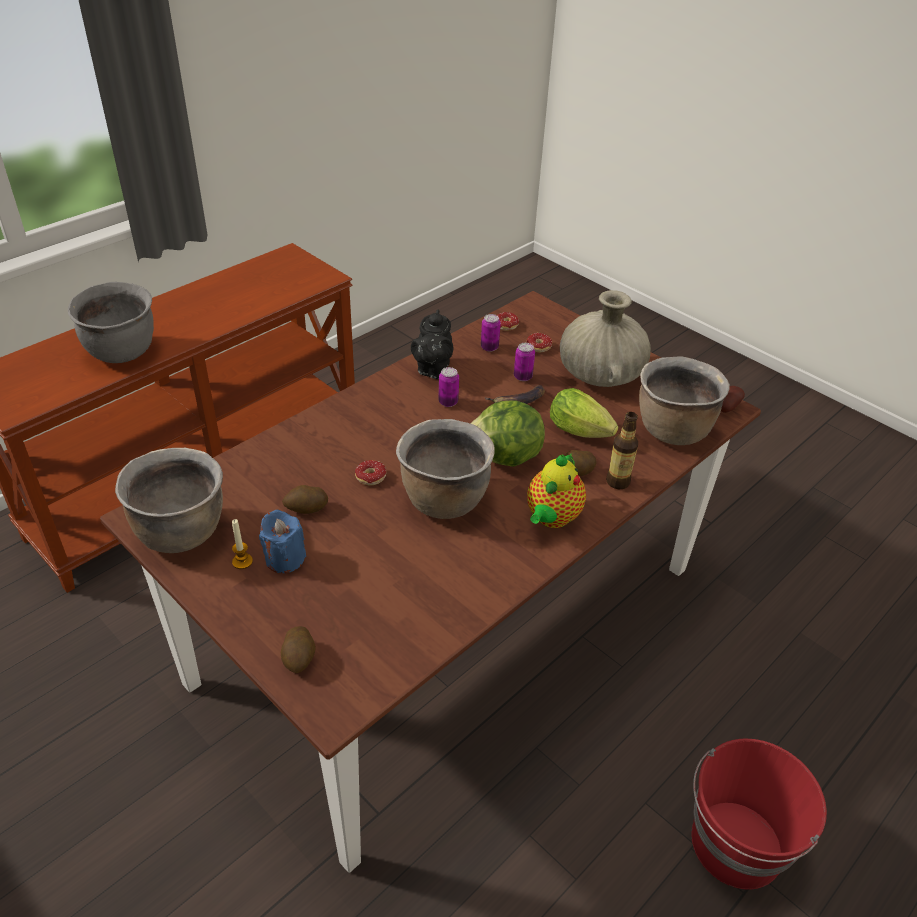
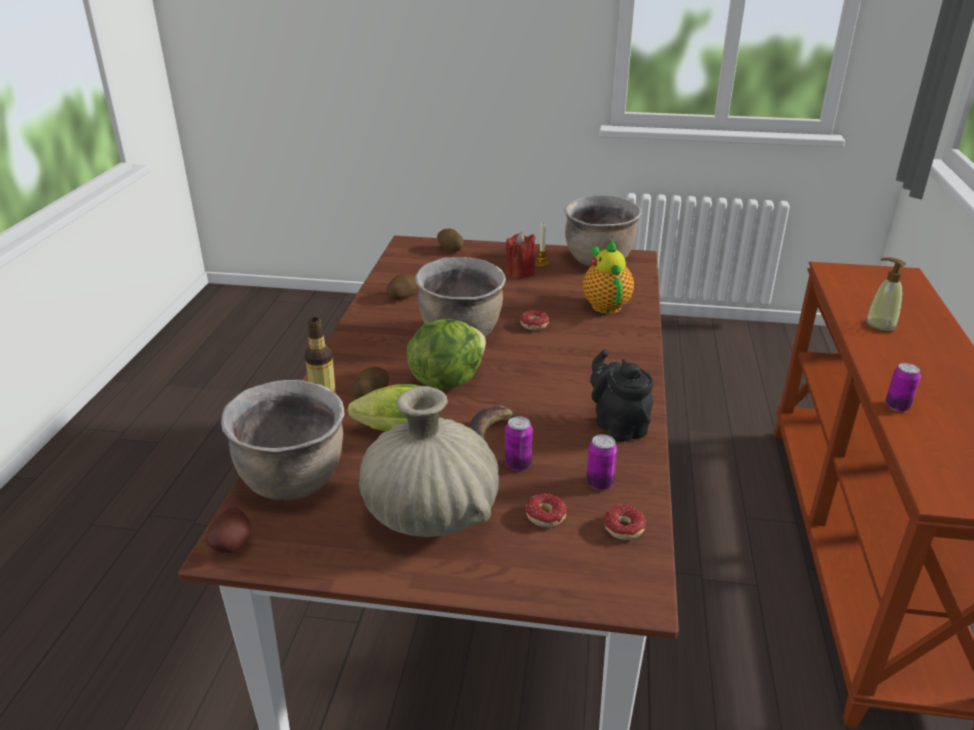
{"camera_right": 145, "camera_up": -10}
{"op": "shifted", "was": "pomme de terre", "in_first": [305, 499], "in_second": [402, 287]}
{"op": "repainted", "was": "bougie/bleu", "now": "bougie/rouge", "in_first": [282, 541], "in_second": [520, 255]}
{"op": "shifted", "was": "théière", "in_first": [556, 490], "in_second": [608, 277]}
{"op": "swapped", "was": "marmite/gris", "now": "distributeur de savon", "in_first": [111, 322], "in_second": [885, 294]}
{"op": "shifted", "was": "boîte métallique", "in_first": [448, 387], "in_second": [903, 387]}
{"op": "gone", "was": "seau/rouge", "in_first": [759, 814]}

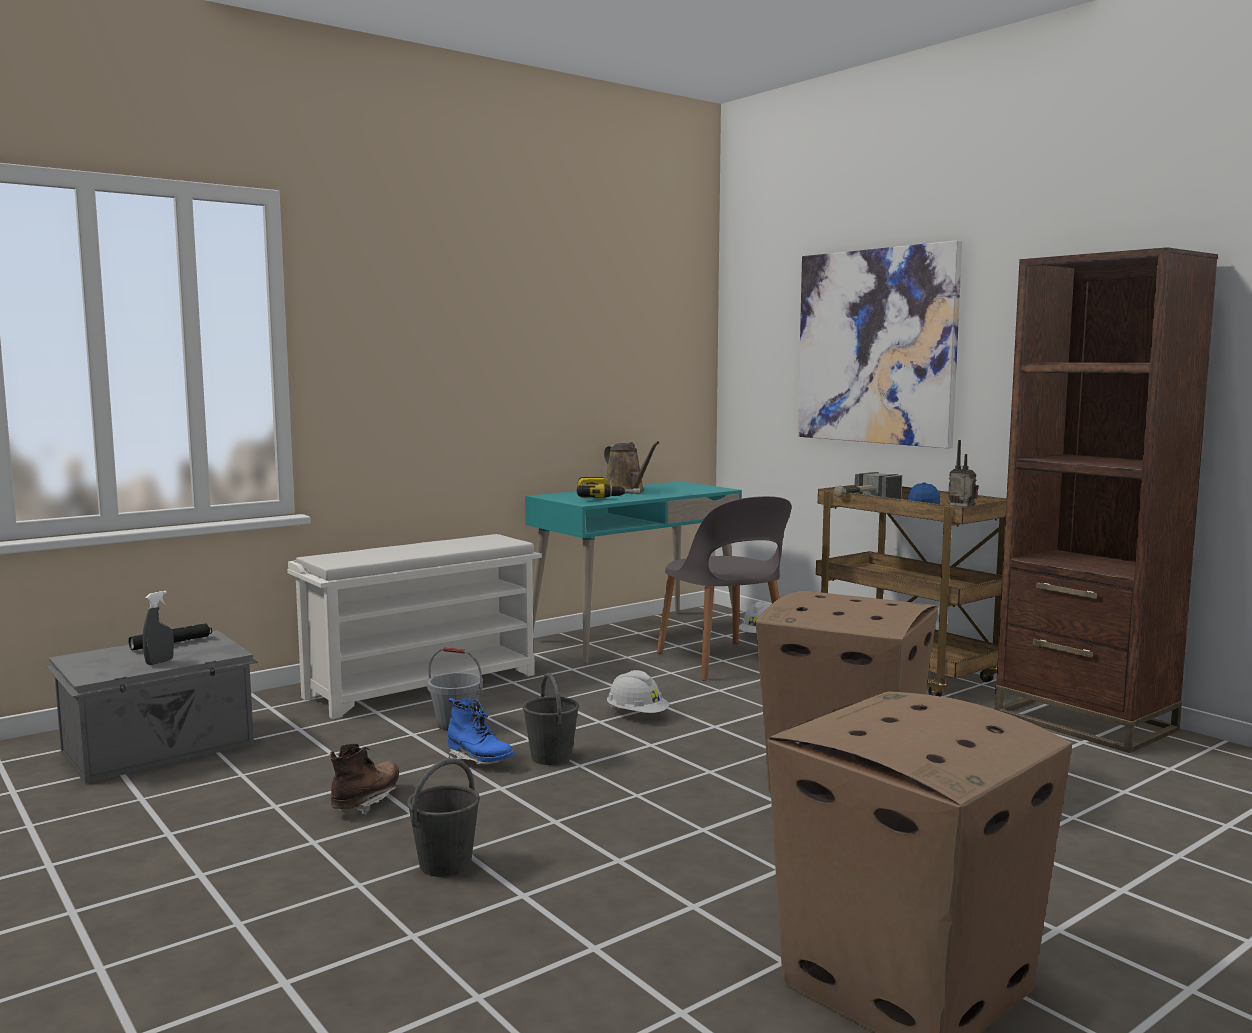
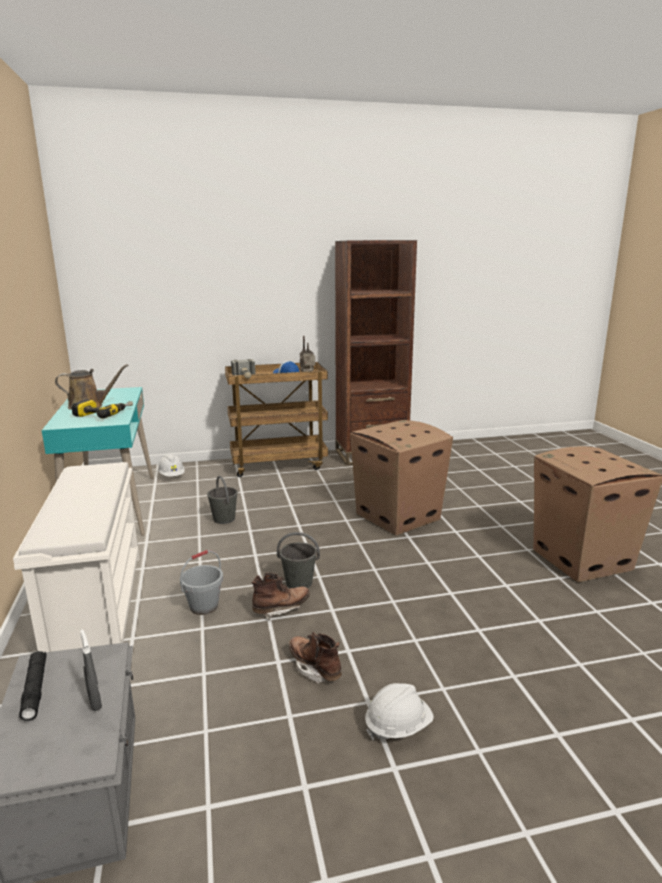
{"camera_right": -65, "camera_up": 10}
{"op": "shifted", "was": "seau/gris", "in_first": [443, 817], "in_second": [222, 500]}
{"op": "repainted", "was": "botte/bleu", "now": "botte/marron", "in_first": [481, 731], "in_second": [280, 596]}
{"op": "shifted", "was": "casque de chantier/blanc", "in_first": [638, 691], "in_second": [399, 711]}
{"op": "gone", "was": "chaise/gris", "in_first": [724, 588]}
{"op": "gone", "was": "tableau", "in_first": [880, 344]}

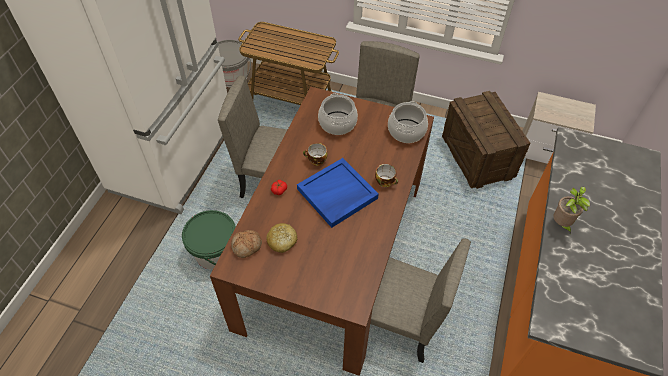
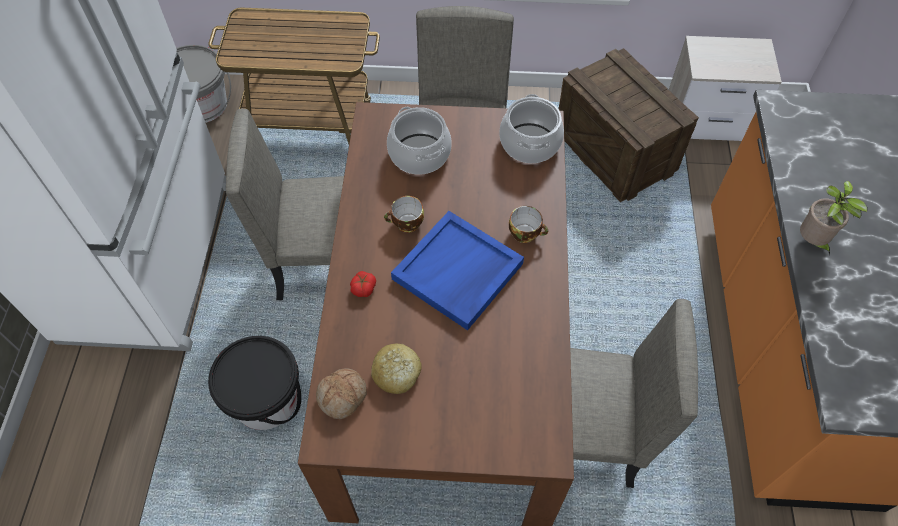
{"camera_right": -15, "camera_up": 5}
{"op": "repainted", "was": "seau/vert", "now": "seau/noir", "in_first": [209, 240], "in_second": [254, 383]}

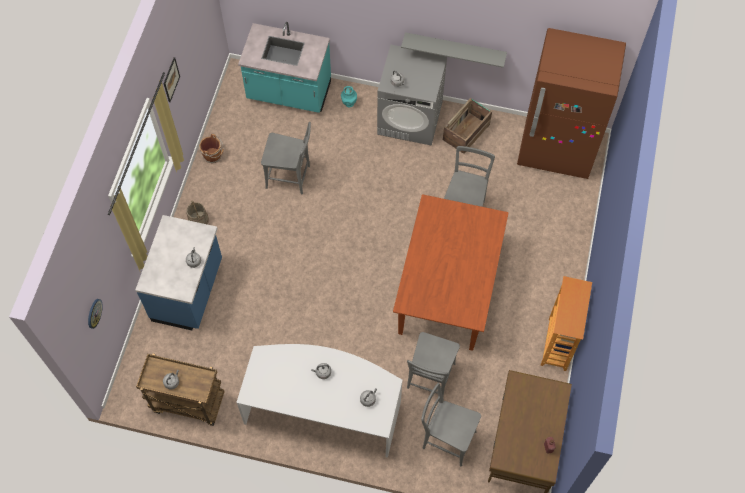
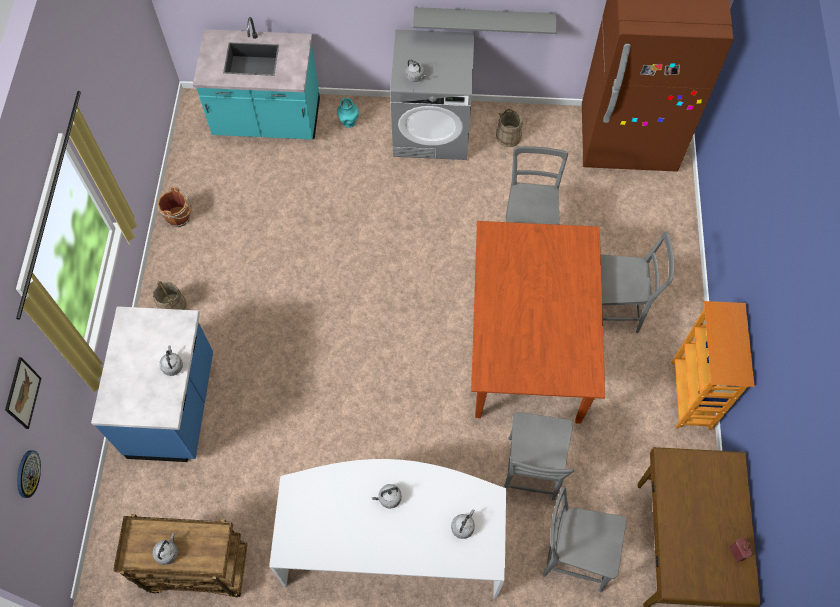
{"camera_right": -10, "camera_up": 0}
{"op": "shifted", "was": "tableau", "in_first": [172, 79], "in_second": [23, 393]}
{"op": "swapped", "was": "caisse", "now": "seau/beige", "in_first": [467, 126], "in_second": [510, 128]}
{"op": "shifted", "was": "chaise/gris", "in_first": [286, 158], "in_second": [637, 282]}

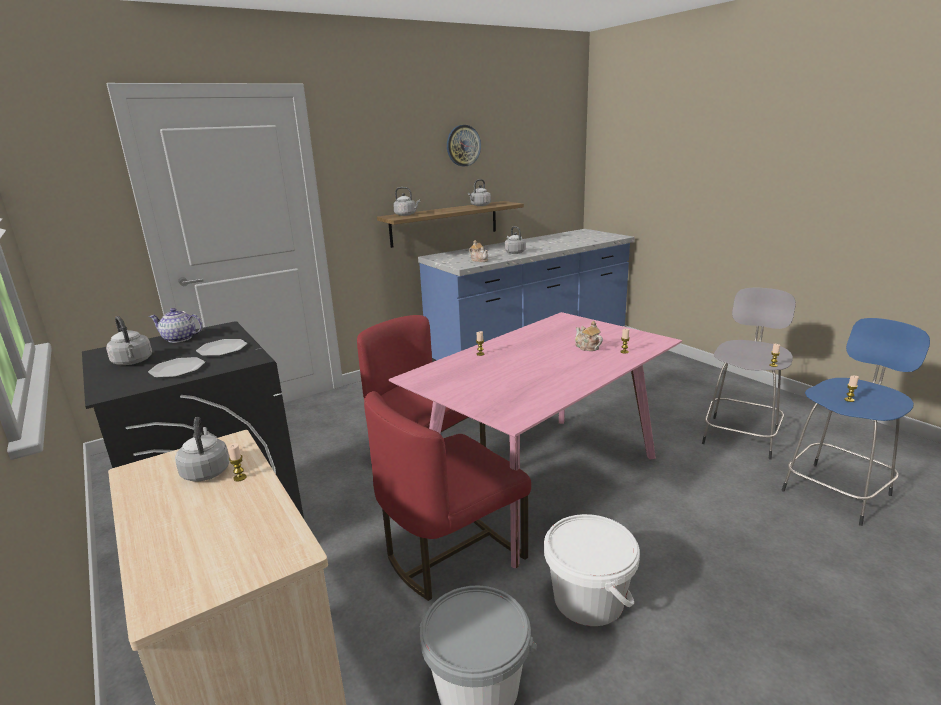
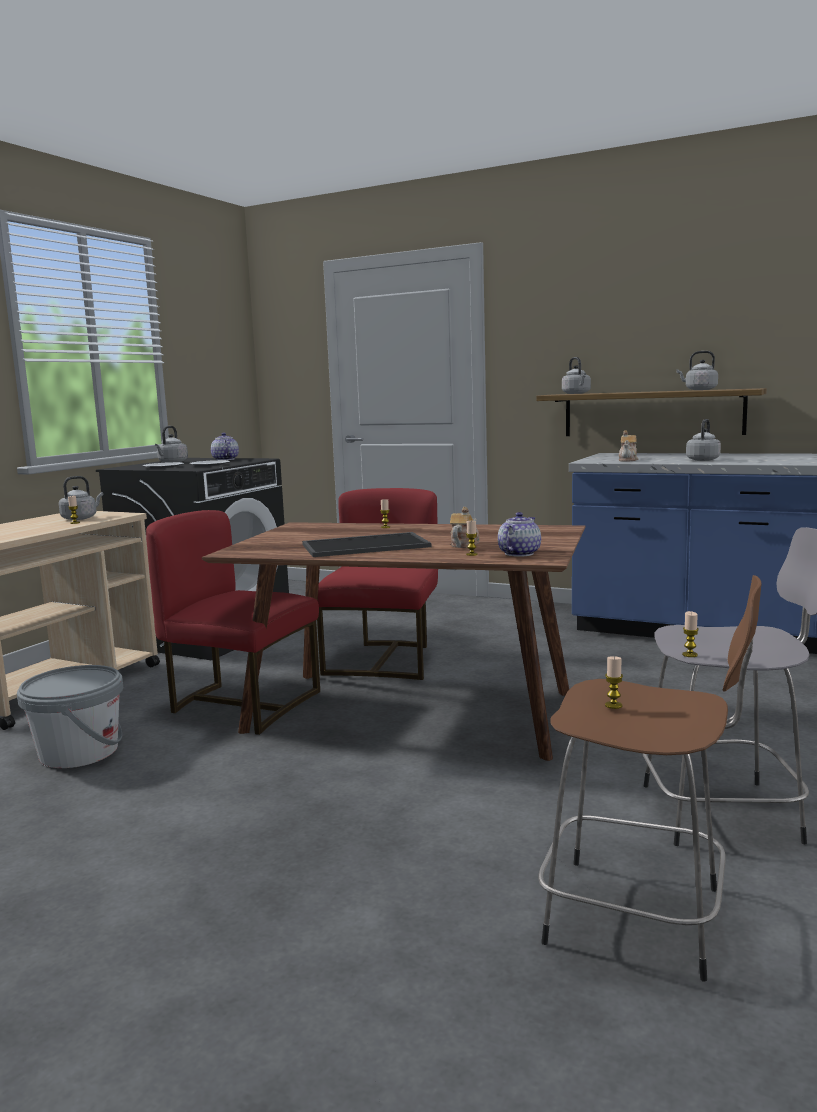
{"camera_right": 60, "camera_up": -10}
{"op": "repainted", "was": "table à manger/rose", "now": "table à manger/marron", "in_first": [535, 440], "in_second": [393, 641]}
{"op": "new", "now": "plateau", "in_second": [366, 544]}
{"op": "new", "now": "théière", "in_second": [519, 534]}
{"op": "repainted", "was": "tabouret/bleu", "now": "tabouret/marron", "in_first": [856, 422], "in_second": [650, 778]}
{"op": "gone", "was": "horloge murale", "in_first": [464, 145]}
{"op": "gone", "was": "seau/blanc", "in_first": [592, 570]}

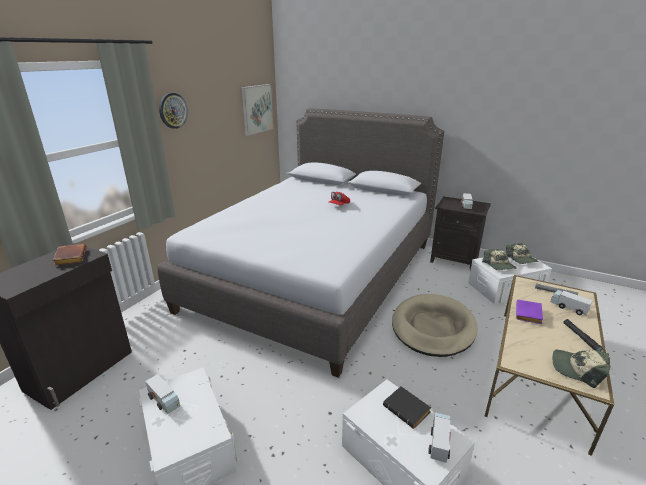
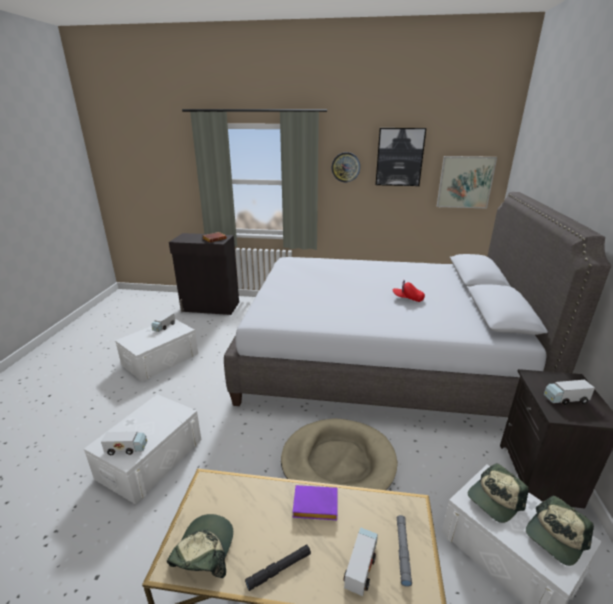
{"camera_right": 70, "camera_up": 0}
{"op": "new", "now": "tableau", "in_second": [400, 157]}
{"op": "gone", "was": "livre/noir", "in_first": [407, 407]}

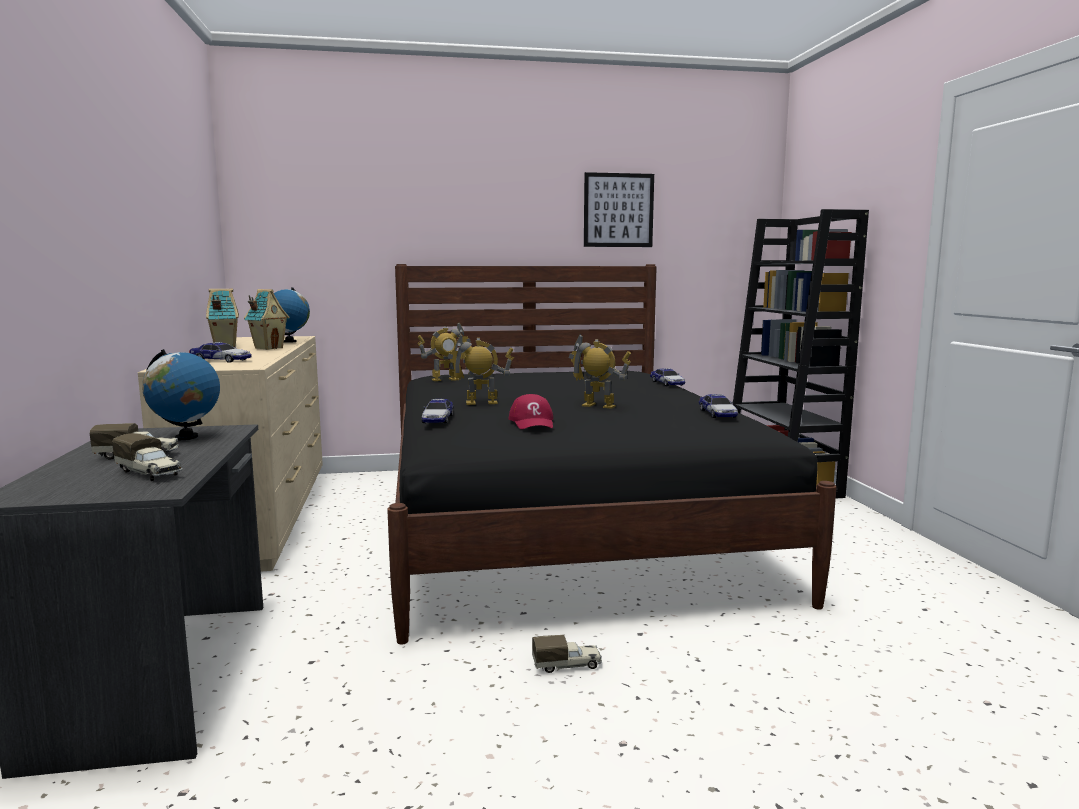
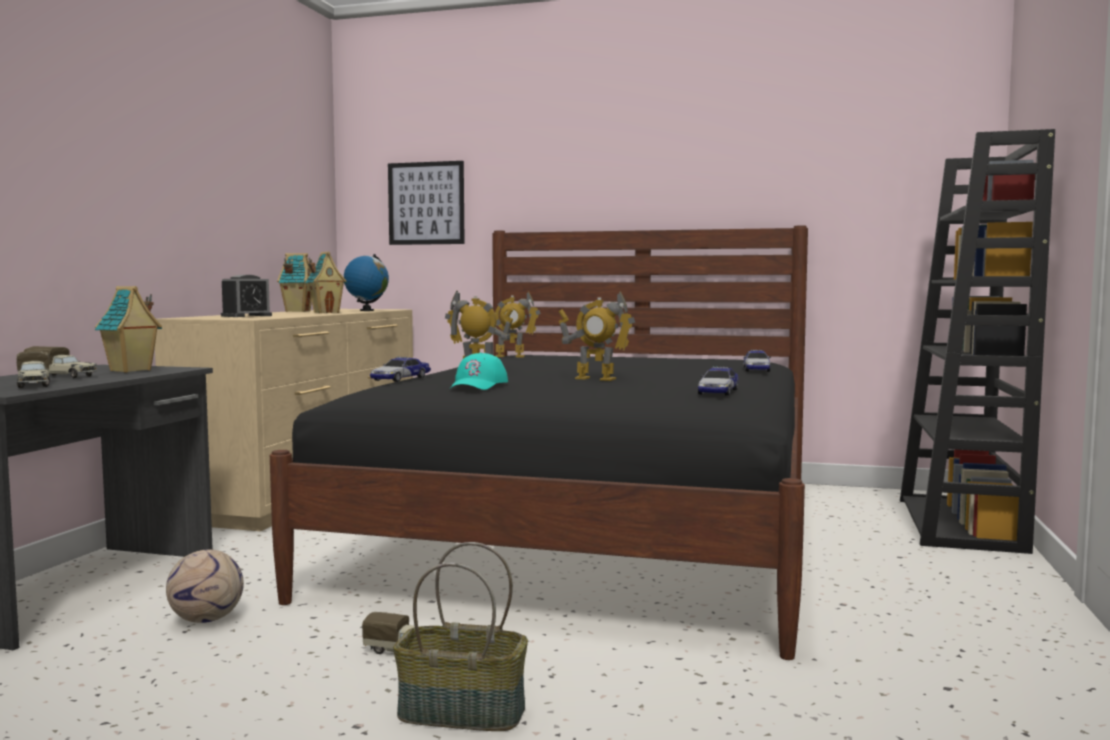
{"camera_right": 25, "camera_up": -5}
{"op": "swapped", "was": "globe", "now": "maison miniature", "in_first": [181, 394], "in_second": [128, 329]}
{"op": "new", "now": "ballon de foot", "in_second": [205, 586]}
{"op": "swapped", "was": "petite voiture", "now": "réveil", "in_first": [220, 352], "in_second": [246, 296]}
{"op": "shifted", "was": "tableau", "in_first": [619, 209], "in_second": [426, 203]}
{"op": "new", "now": "panier", "in_second": [460, 636]}
{"op": "repainted", "was": "casquette/rouge", "now": "casquette/turquoise", "in_first": [531, 411], "in_second": [479, 371]}
{"op": "rotated", "was": "robot jouet", "in_first": [600, 371], "in_second": [596, 336], "clockwise": 150}

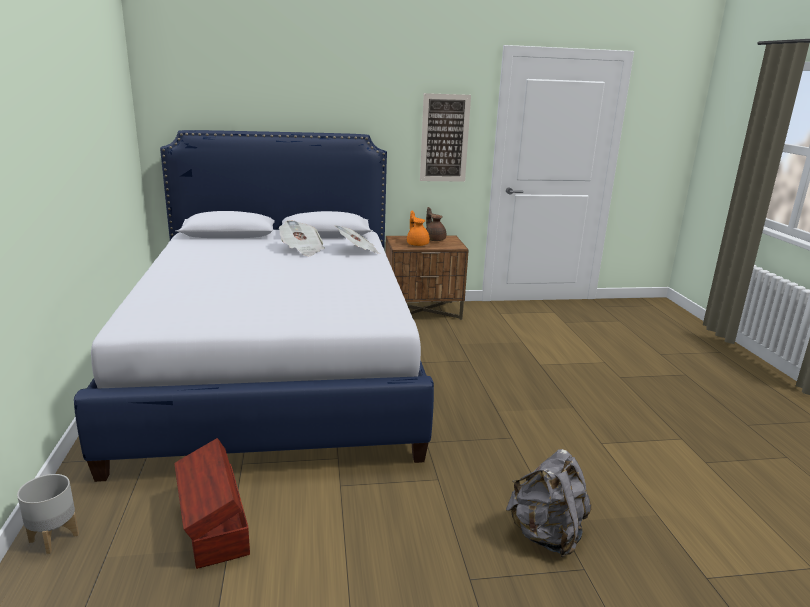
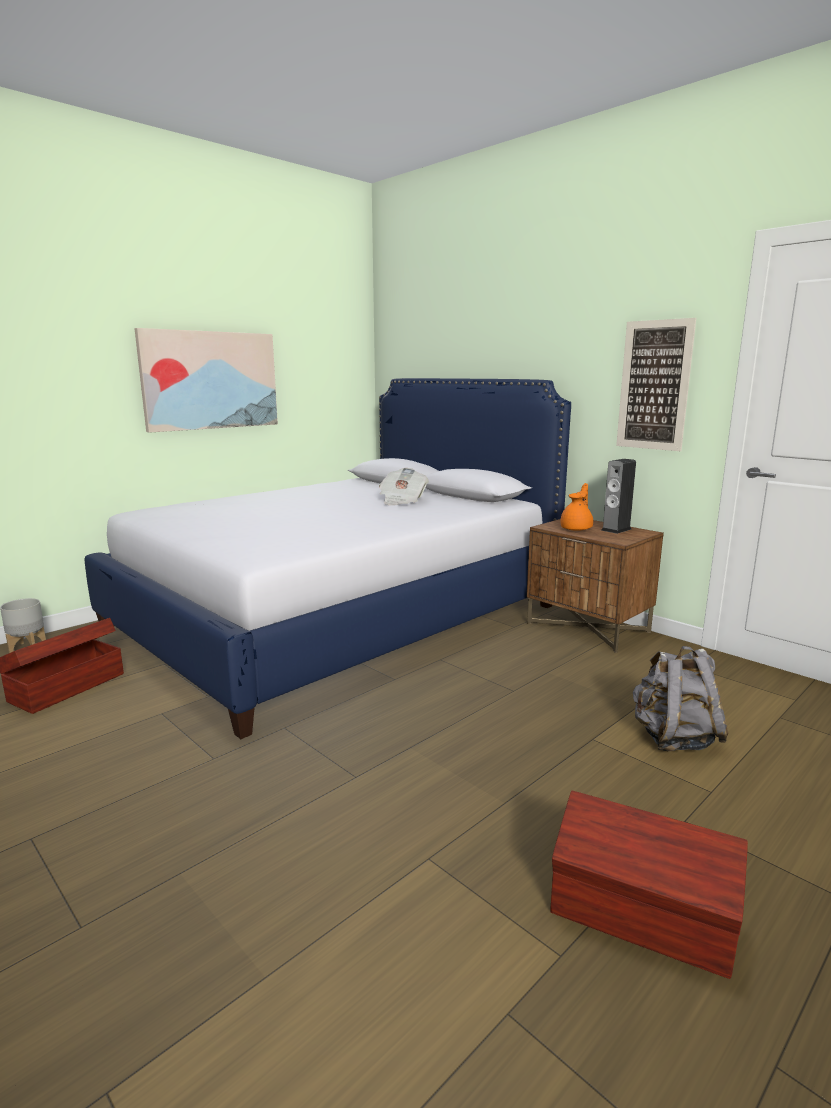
{"camera_right": 55, "camera_up": -5}
{"op": "new", "now": "tableau", "in_second": [206, 380]}
{"op": "new", "now": "boîte de rangement/marron", "in_second": [649, 885]}
{"op": "swapped", "was": "théière/marron", "now": "enceinte", "in_first": [436, 224], "in_second": [618, 496]}
{"op": "shifted", "was": "sac à dos/gris", "in_first": [548, 503], "in_second": [681, 698]}
{"op": "gone", "was": "journal", "in_first": [357, 239]}

